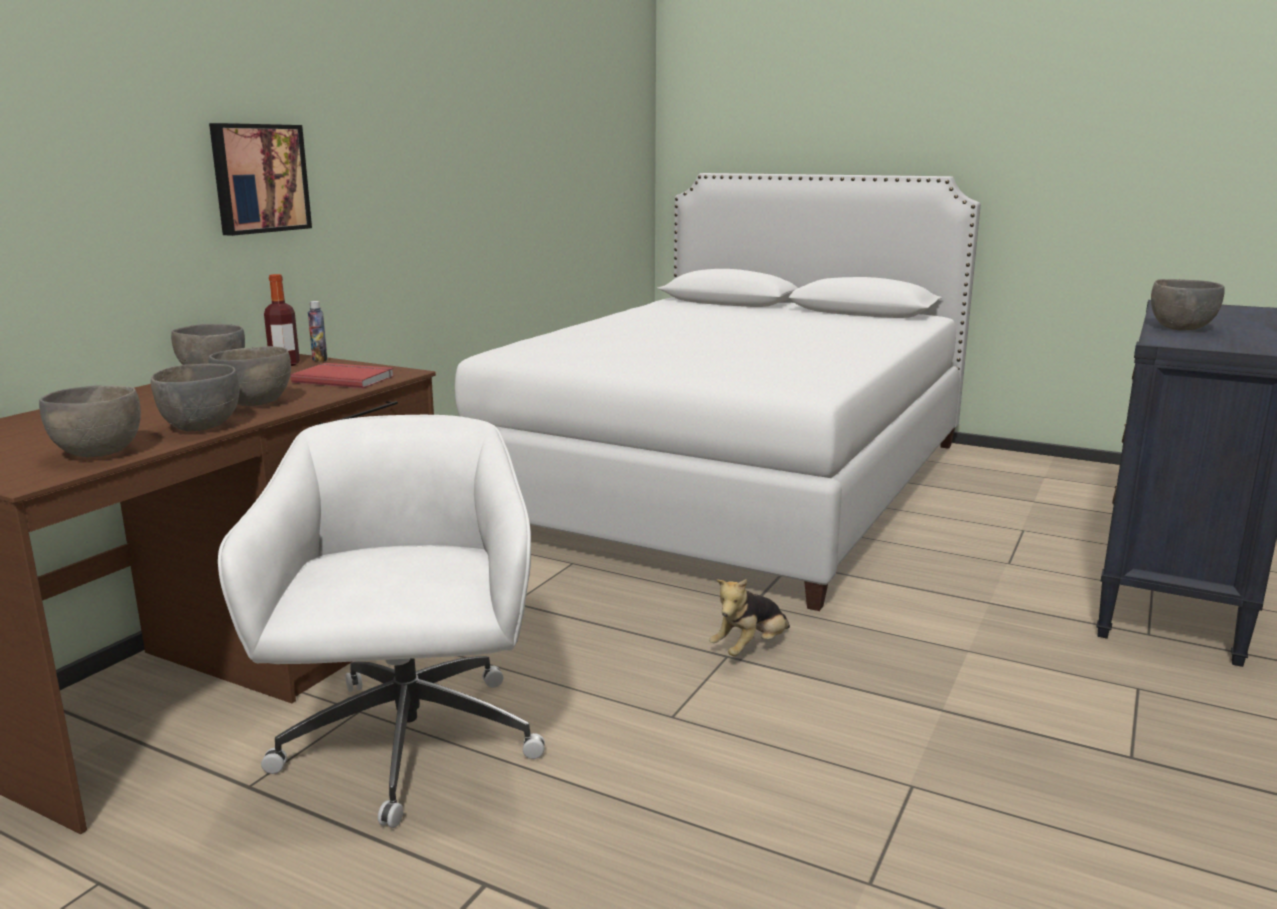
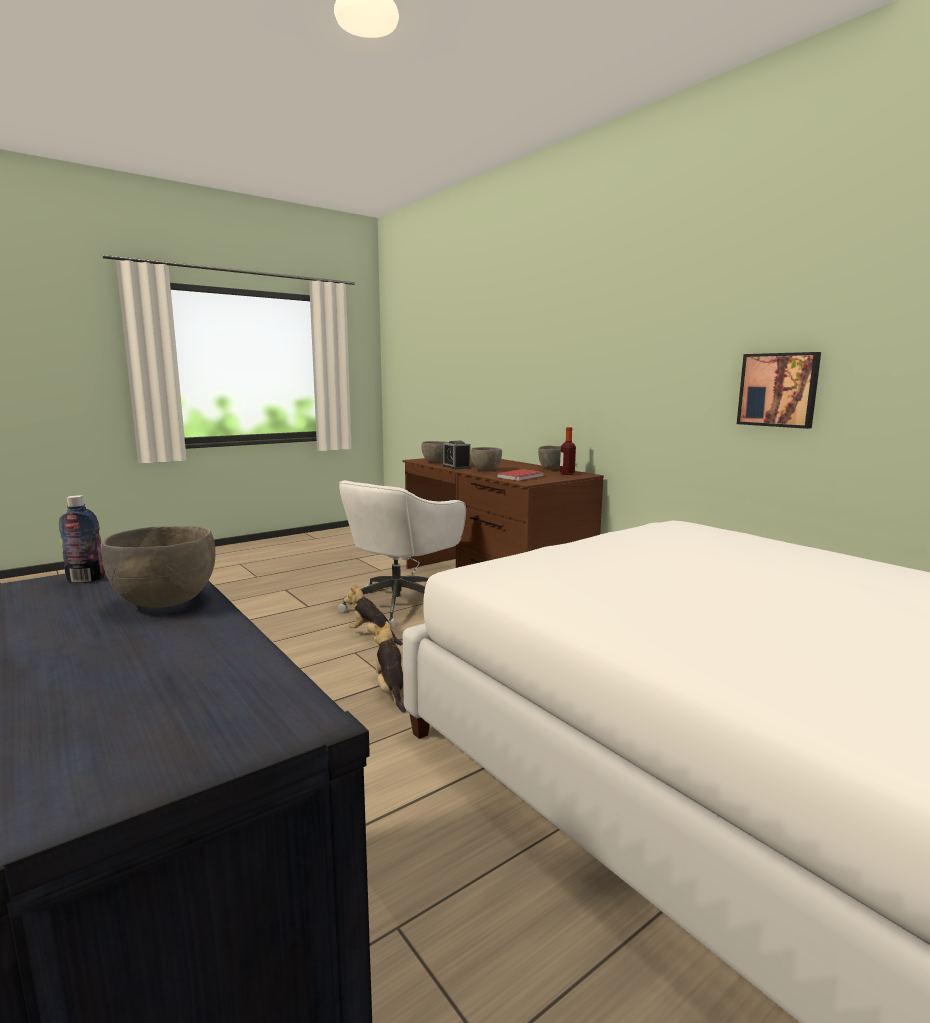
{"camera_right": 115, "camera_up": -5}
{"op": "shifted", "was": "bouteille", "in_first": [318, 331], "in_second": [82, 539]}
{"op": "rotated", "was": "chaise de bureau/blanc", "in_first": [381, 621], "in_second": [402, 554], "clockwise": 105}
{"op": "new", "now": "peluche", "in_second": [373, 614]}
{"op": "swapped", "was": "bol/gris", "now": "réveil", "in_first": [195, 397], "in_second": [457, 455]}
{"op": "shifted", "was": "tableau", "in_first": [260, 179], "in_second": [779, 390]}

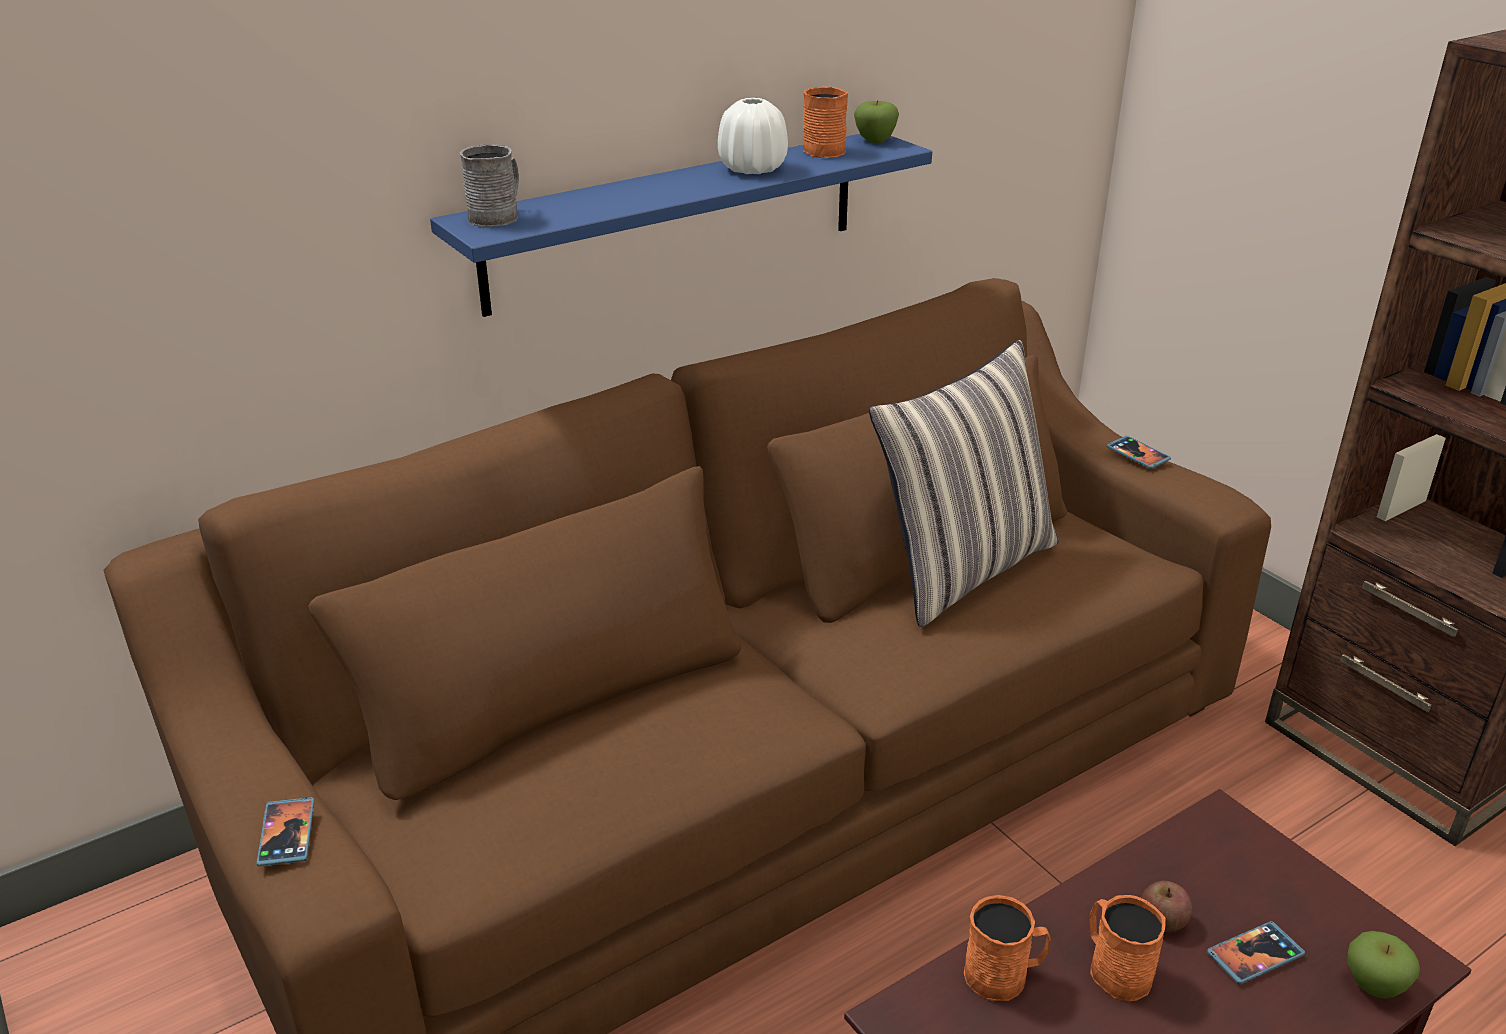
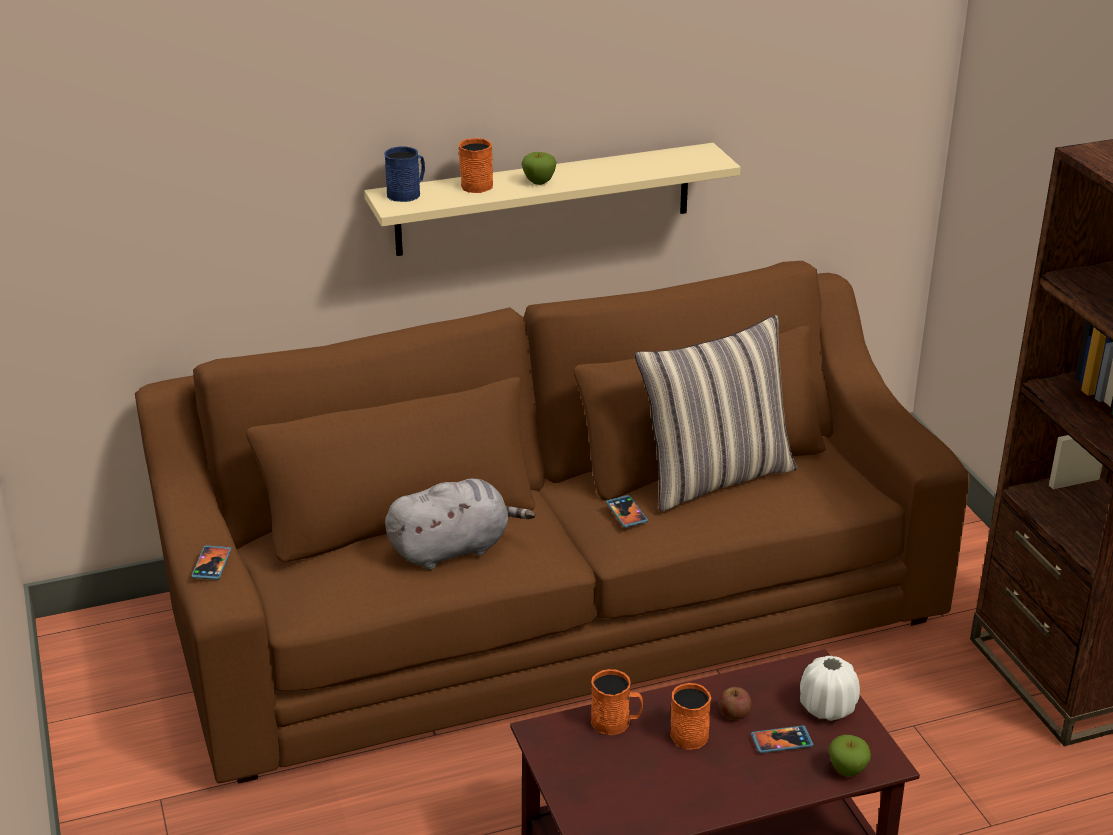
{"camera_right": 15, "camera_up": 0}
{"op": "repainted", "was": "étagère/bleu", "now": "étagère/beige", "in_first": [681, 225], "in_second": [552, 199]}
{"op": "repainted", "was": "mug/gris", "now": "mug/bleu", "in_first": [489, 185], "in_second": [404, 174]}
{"op": "new", "now": "peluche/gris", "in_second": [460, 524]}
{"op": "shifted", "was": "mug/orange", "in_first": [826, 122], "in_second": [476, 165]}
{"op": "shifted", "was": "pomme", "in_first": [876, 121], "in_second": [539, 168]}
{"op": "shifted", "was": "téléphone", "in_first": [1138, 452], "in_second": [627, 511]}
{"op": "shifted", "was": "vase/blanc", "in_first": [753, 136], "in_second": [830, 688]}

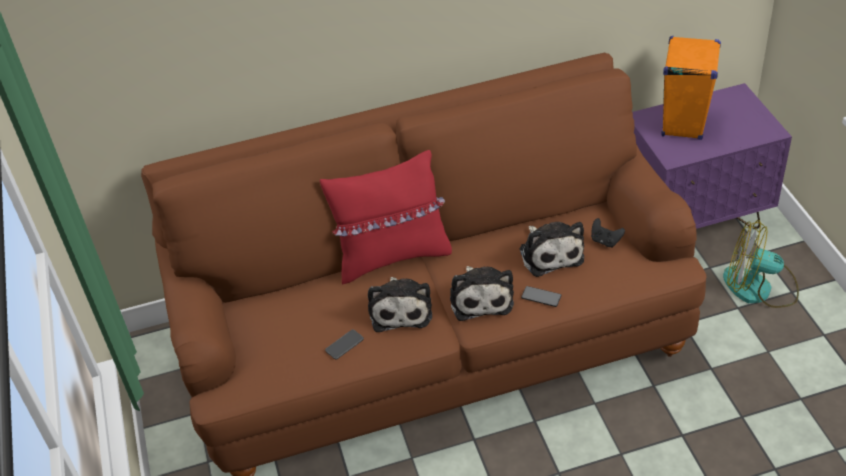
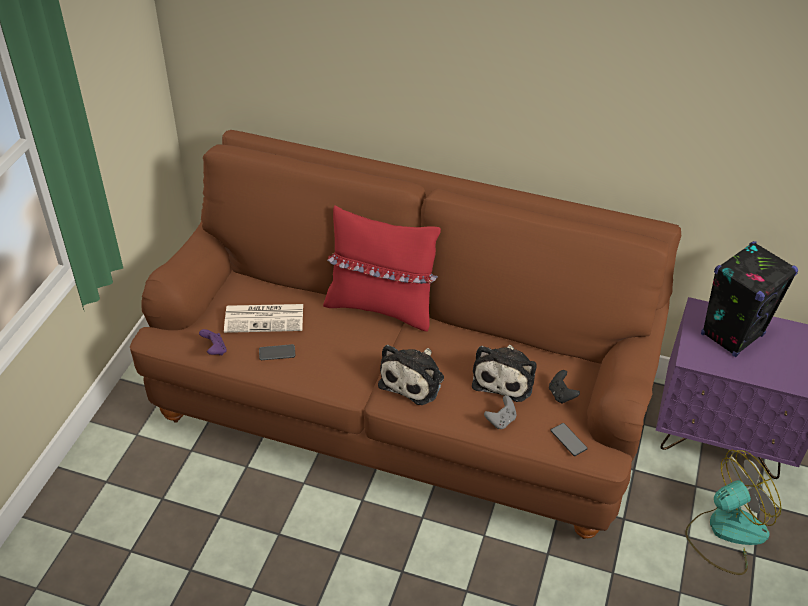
{"camera_right": 30, "camera_up": 0}
{"op": "new", "now": "manette/violet", "in_second": [213, 342]}
{"op": "new", "now": "journal", "in_second": [263, 318]}
{"op": "new", "now": "manette/gris", "in_second": [500, 412]}
{"op": "shifted", "was": "téléphone", "in_first": [541, 296], "in_second": [569, 439]}
{"op": "rotated", "was": "ventilateur", "in_first": [761, 264], "in_second": [733, 512], "clockwise": 105}
{"op": "repainted", "was": "enceinte/orange", "now": "enceinte/noir", "in_first": [691, 88], "in_second": [749, 299]}
{"op": "gone", "was": "peluche", "in_first": [400, 304]}

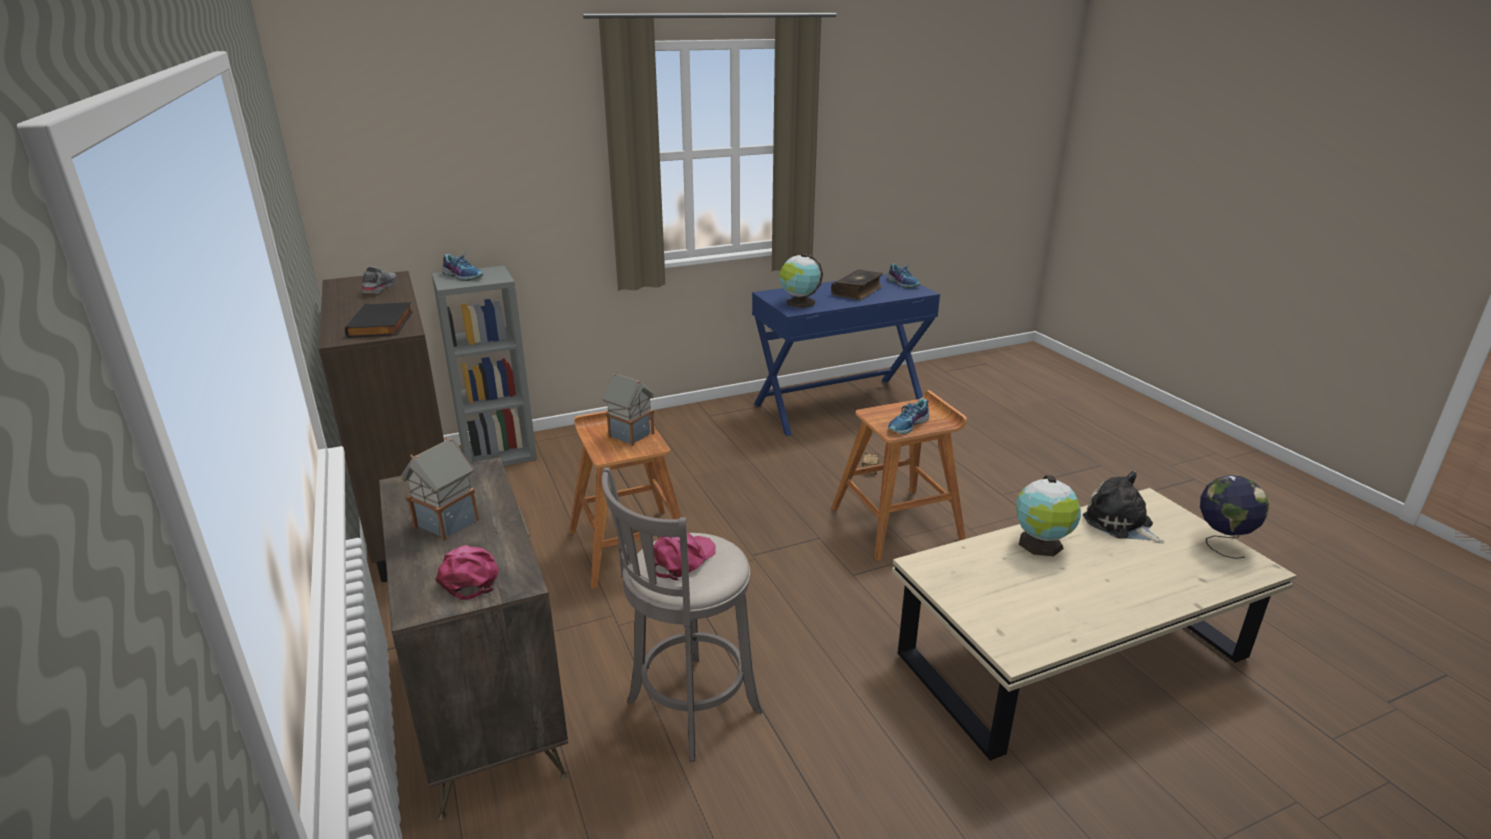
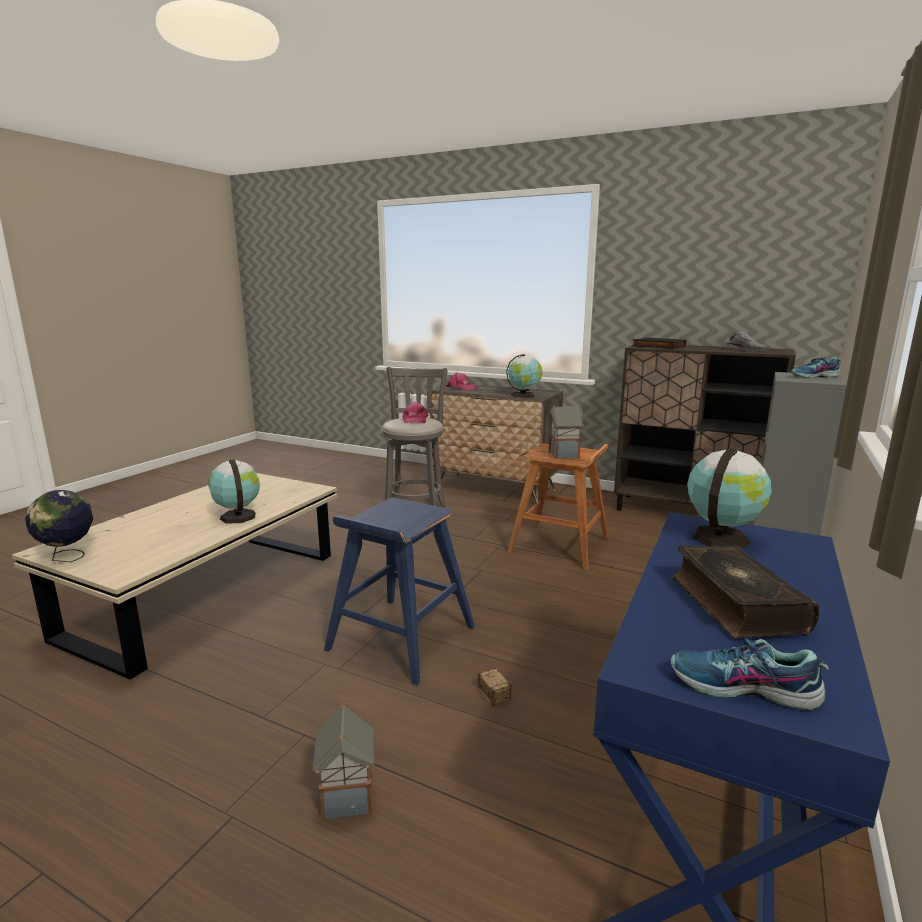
{"camera_right": 140, "camera_up": -10}
{"op": "shifted", "was": "maison miniature", "in_first": [439, 489], "in_second": [343, 762]}
{"op": "repainted", "was": "tabouret/marron", "now": "tabouret/bleu", "in_first": [899, 475], "in_second": [399, 592]}
{"op": "new", "now": "globe", "in_second": [524, 376]}
{"op": "gone", "was": "chaussure", "in_first": [908, 416]}
{"op": "gone", "was": "peluche", "in_first": [1124, 507]}

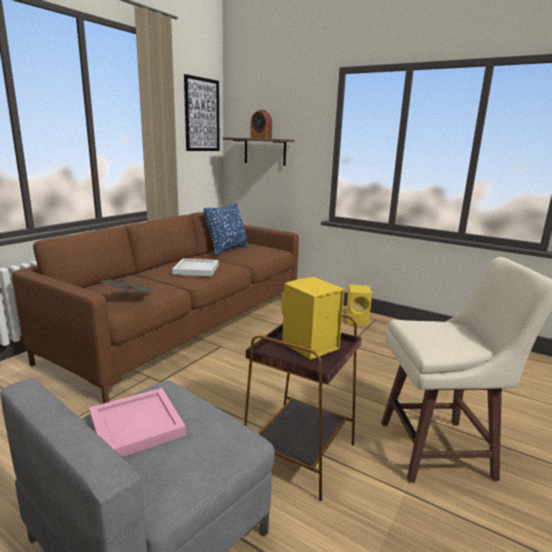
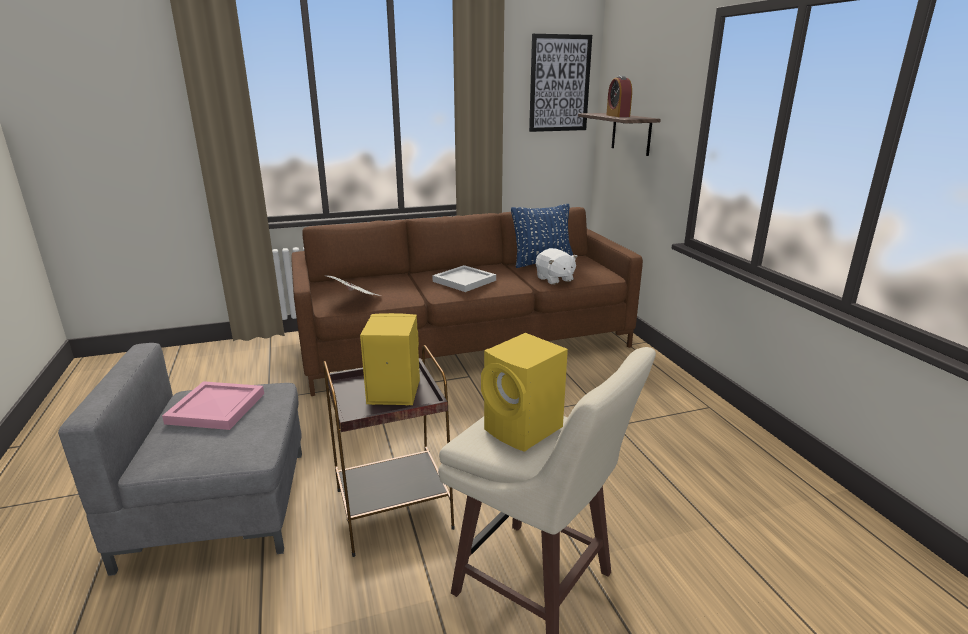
{"camera_right": 40, "camera_up": 5}
{"op": "shifted", "was": "enceinte/jaune", "in_first": [359, 305], "in_second": [524, 392]}
{"op": "new", "now": "peluche/blanc", "in_second": [557, 266]}

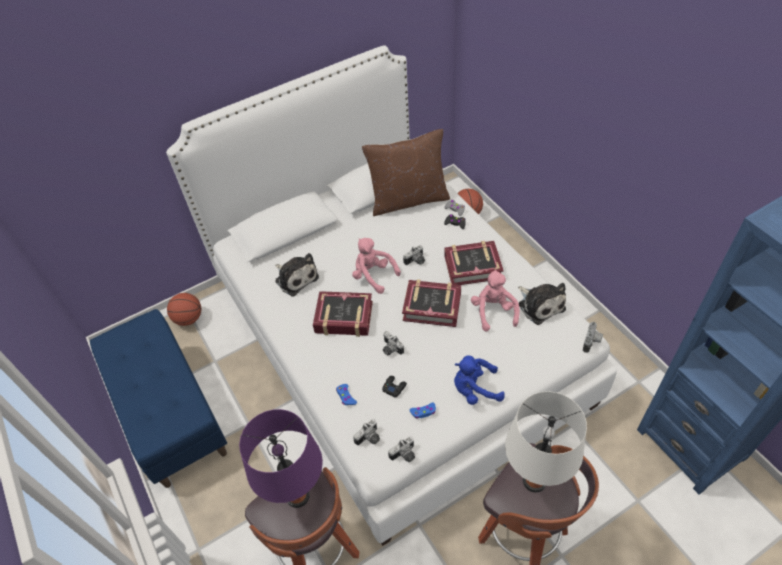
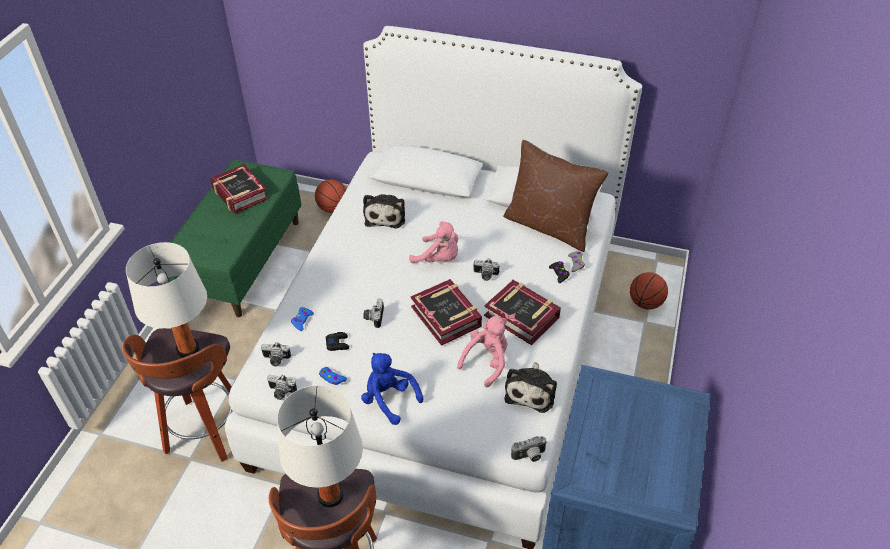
{"camera_right": 45, "camera_up": -5}
{"op": "repainted", "was": "lampe de table/violet", "now": "lampe de table/blanc", "in_first": [281, 458], "in_second": [166, 300]}
{"op": "repainted", "was": "banc/bleu", "now": "banc/vert", "in_first": [158, 398], "in_second": [235, 238]}
{"op": "shifted", "was": "livre", "in_first": [343, 314], "in_second": [239, 189]}
{"op": "rotated", "was": "peluche/rose", "in_first": [376, 266], "in_second": [433, 242], "clockwise": 120}

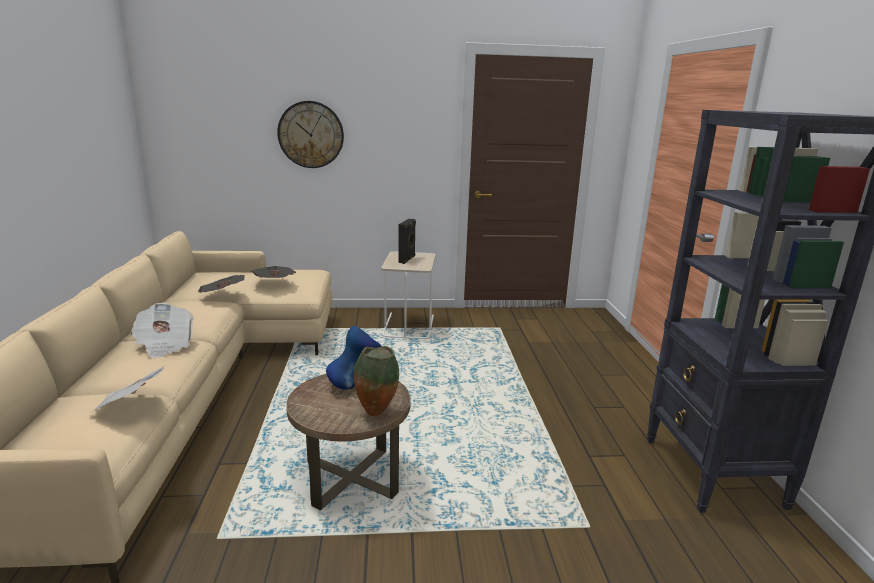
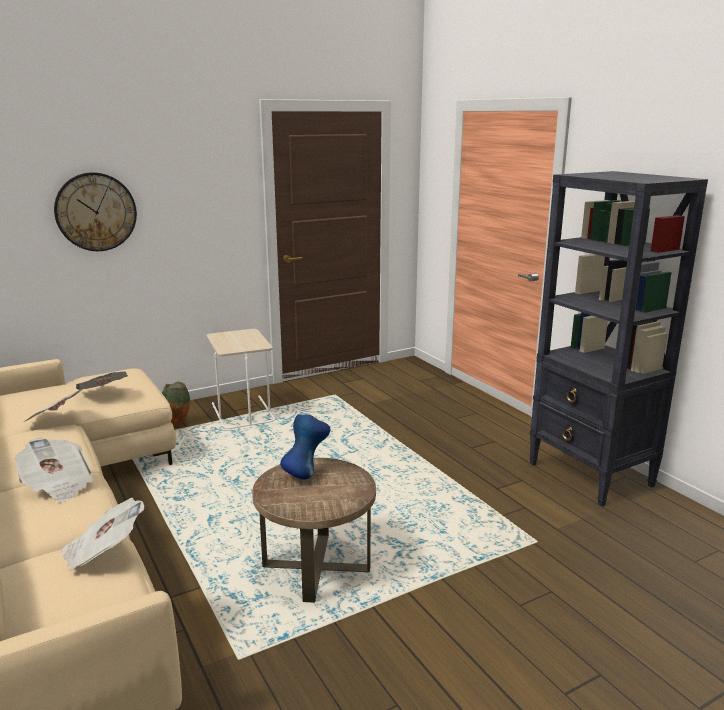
{"camera_right": -25, "camera_up": 0}
{"op": "shifted", "was": "vase", "in_first": [376, 381], "in_second": [176, 404]}
{"op": "gone", "was": "enceinte/noir", "in_first": [407, 241]}

